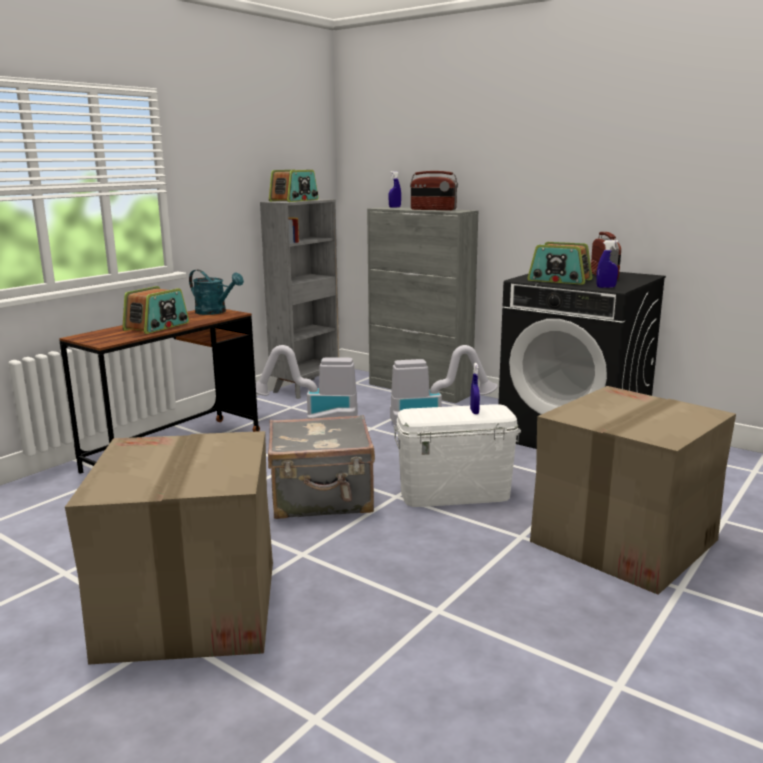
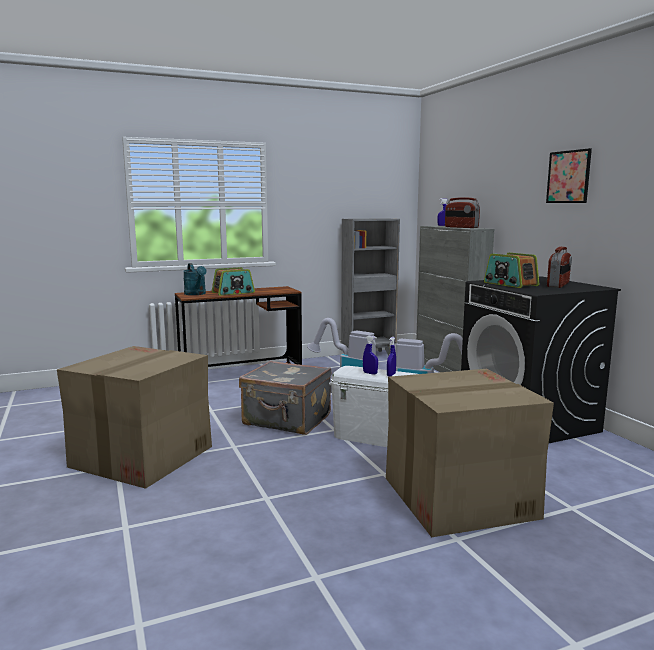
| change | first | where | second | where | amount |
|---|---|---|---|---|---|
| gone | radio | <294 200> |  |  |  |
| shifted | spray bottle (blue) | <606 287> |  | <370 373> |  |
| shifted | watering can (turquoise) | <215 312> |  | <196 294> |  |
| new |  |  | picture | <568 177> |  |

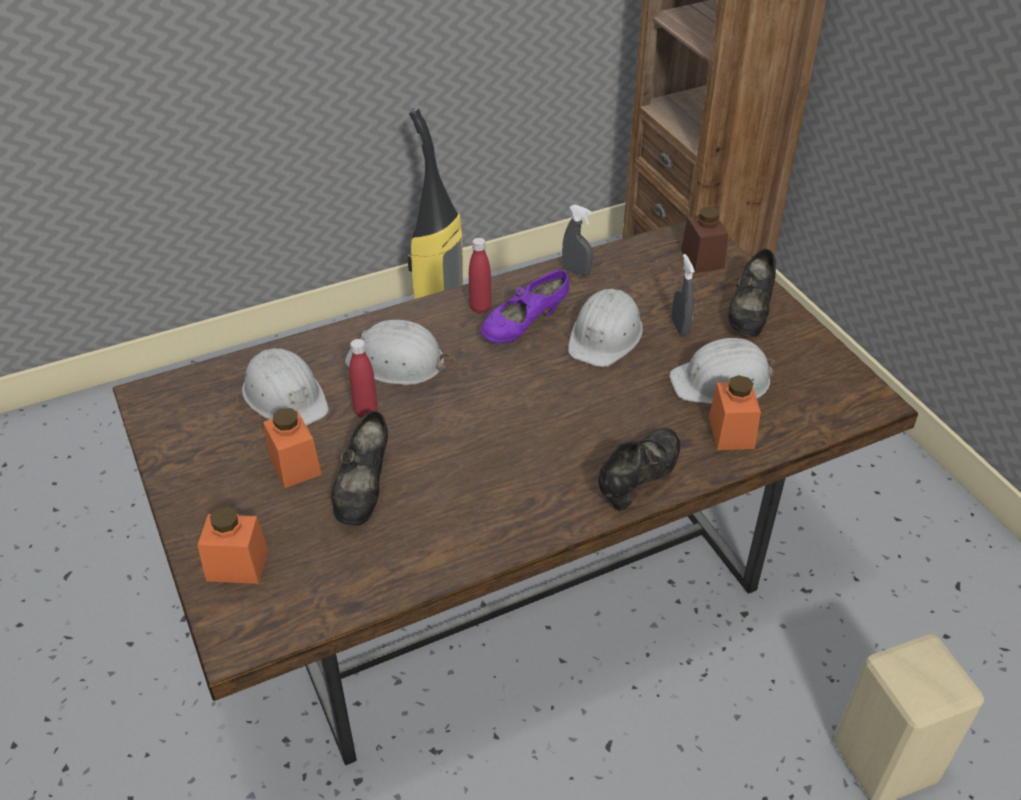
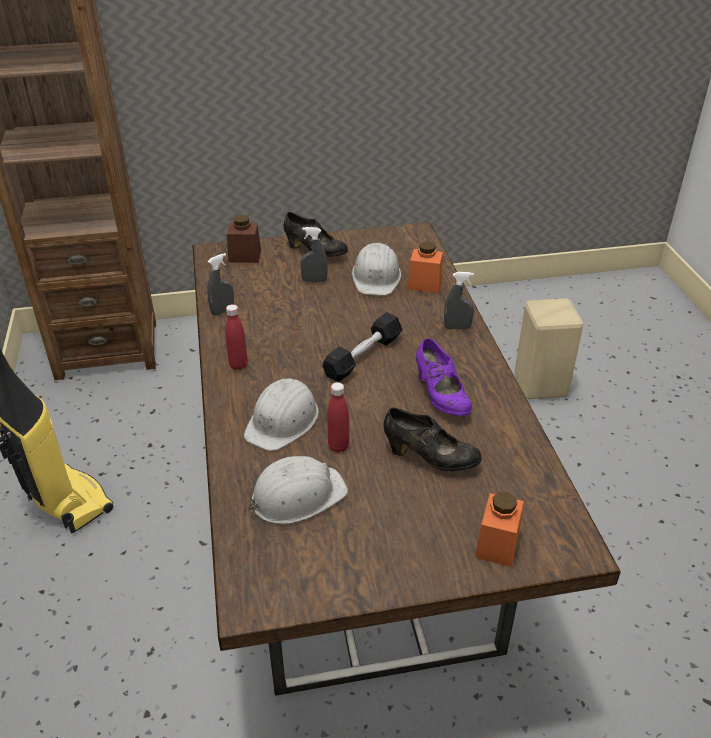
| change | first | where | second | where | amount |
|---|---|---|---|---|---|
| shifted | shoe (purple) | <524 326> |  | <440 397> |  |
| gone | hard hat (white) | <605 336> |  |  |  |
| gone | jar (orange) | <294 465> |  |  |  |
| swapped | shoe (black) | <638 480> | spray bottle (grey) | <457 328> |  |
| new |  |  | dumbbell (black) | <363 356> |  |

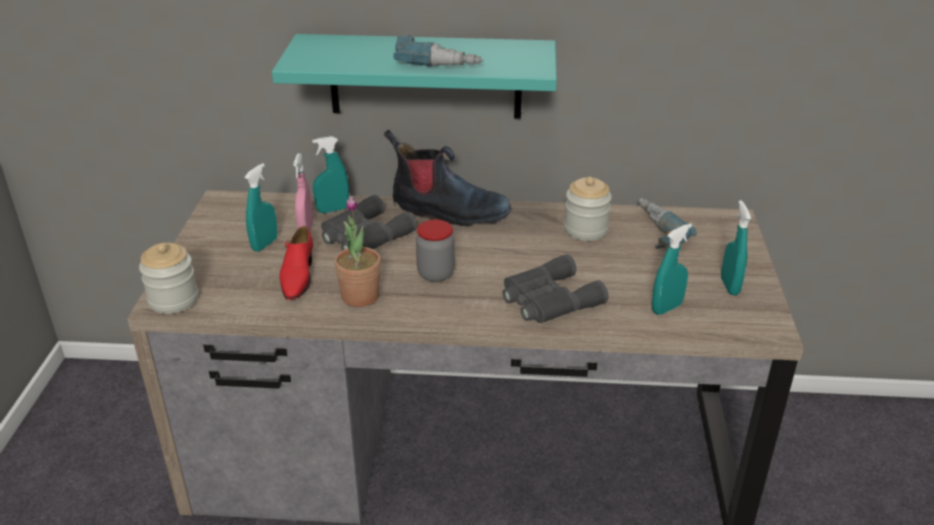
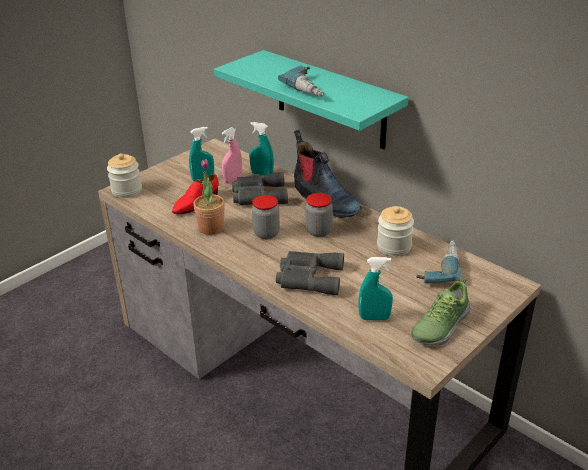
| change | first | where | second | where | amount |
|---|---|---|---|---|---|
| swapped | spray bottle (turquoise) | <729 286> | shoe | <439 326> |  |
| new |  |  | jar | <319 231> |  |

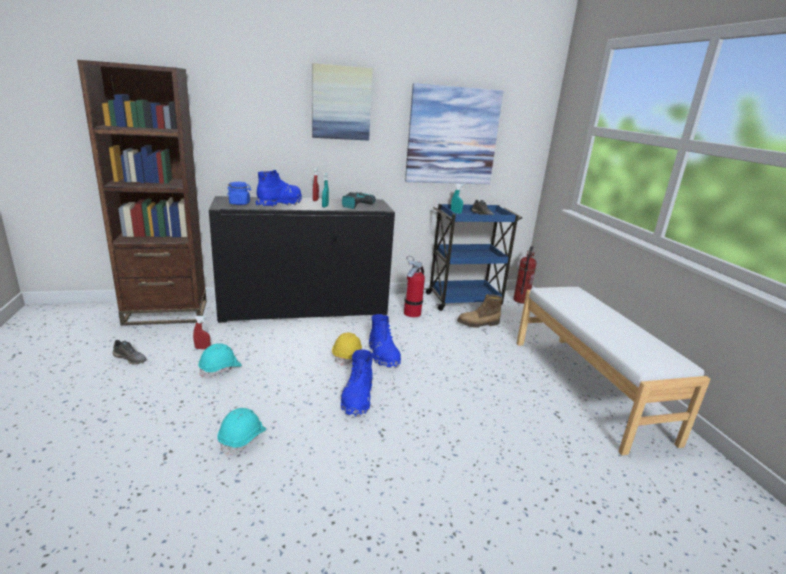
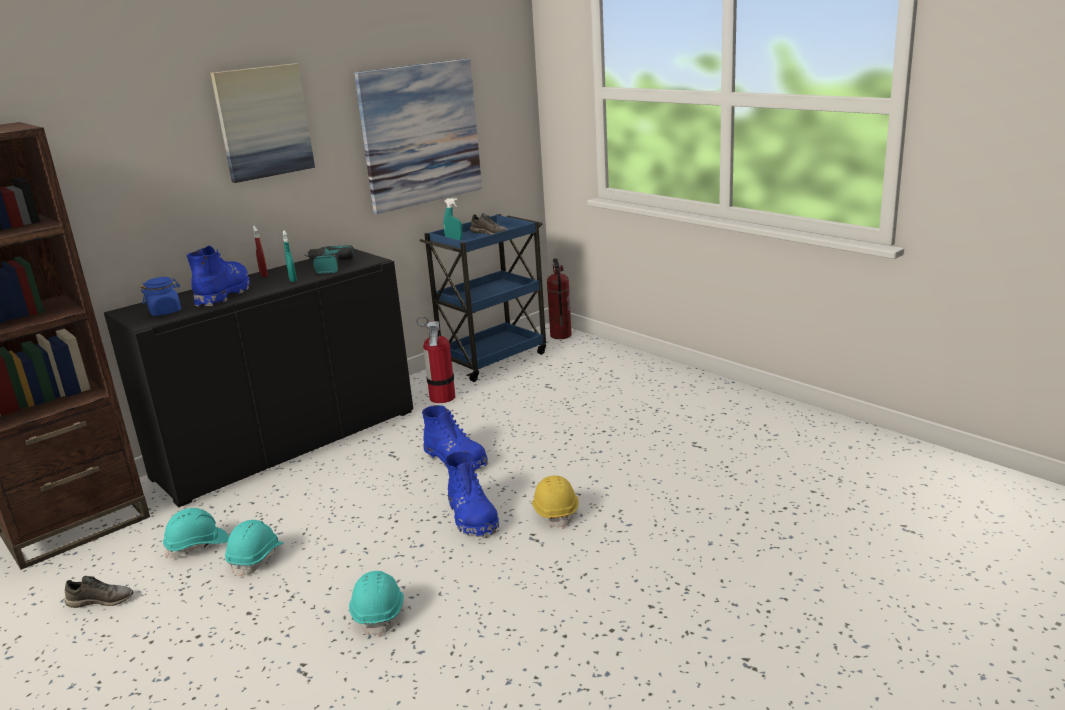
| change | first | where | second | where | amount |
|---|---|---|---|---|---|
| gone | bench (white) | <588 387> |  |  |  |
| gone | boot | <478 324> |  |  |  |
| swapped | spray bottle (red) | <202 348> | hard hat (turquoise) | <197 546> |  |
| shifted | hard hat (yellow) | <348 356> |  | <555 512> |  |

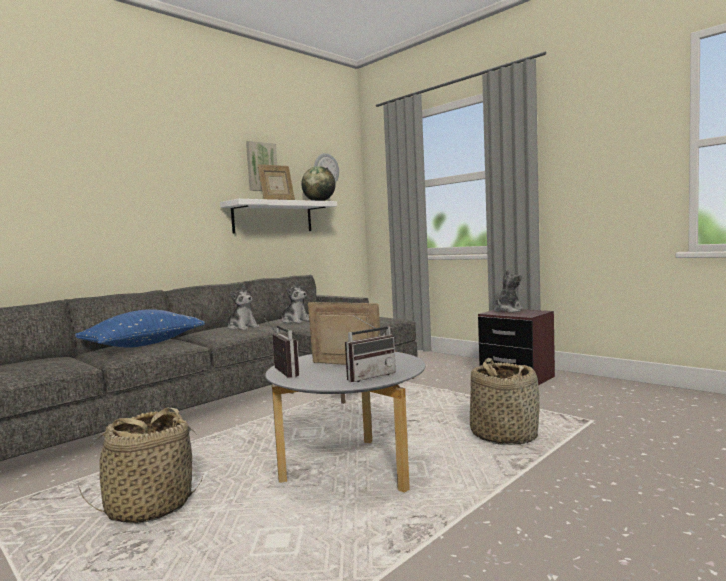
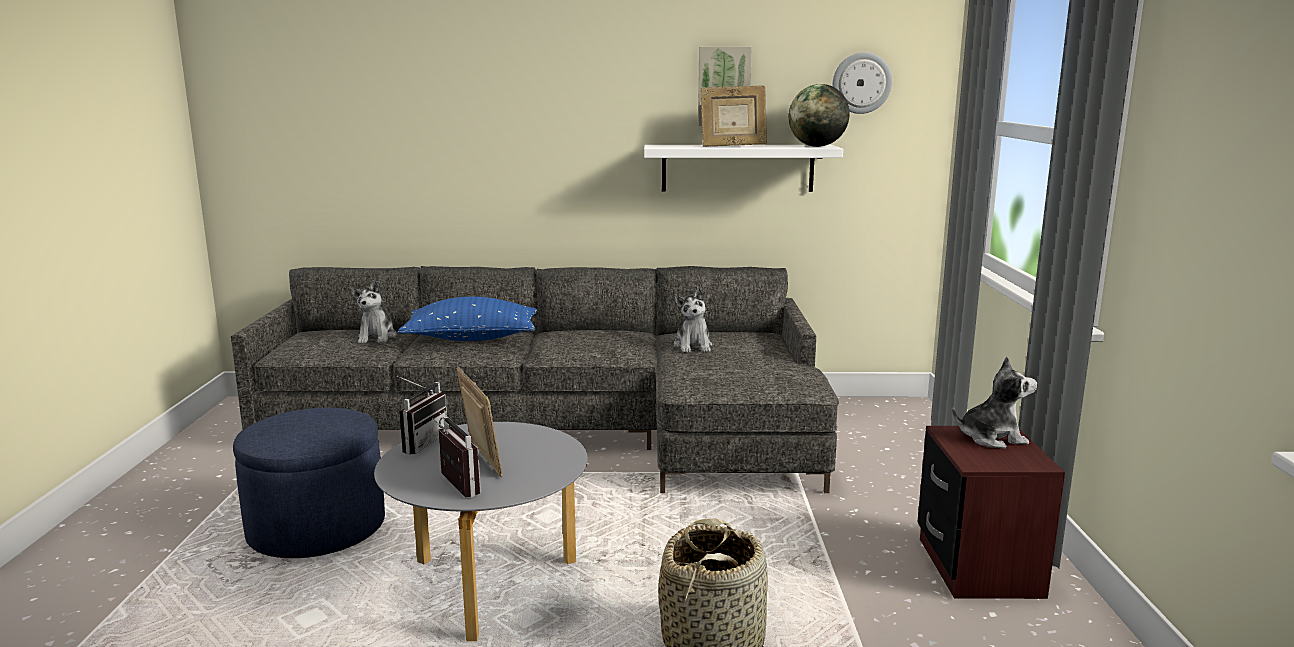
| change | first | where | second | where | amount |
|---|---|---|---|---|---|
| shifted | plush toy | <242 327> |  | <377 337> |  |
| rotated | radio | <368 376> |  | <452 486> | 135 degrees counterclockwise |
| swapped | basket | <149 506> | ottoman (blue) | <317 529> |  |

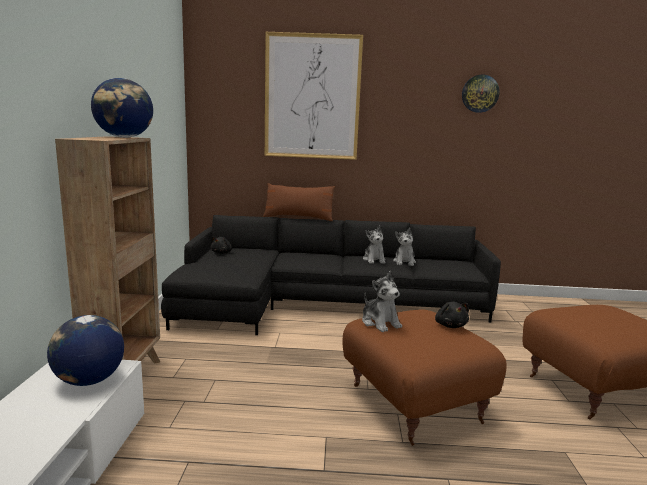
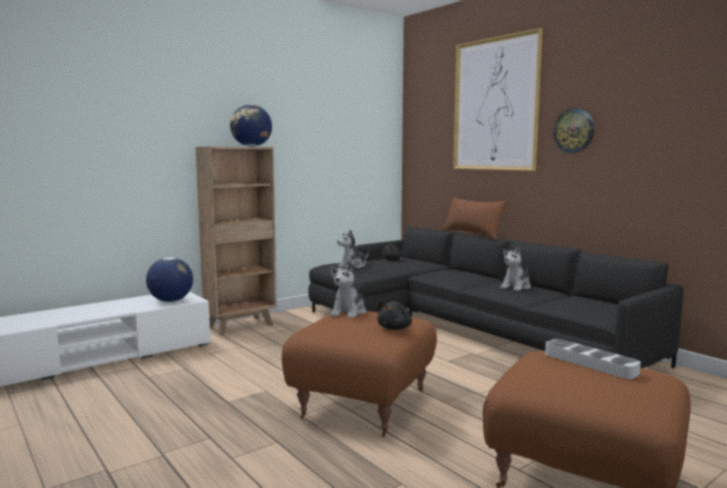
| change | first | where | second | where | amount |
|---|---|---|---|---|---|
| shifted | wall clock | <480 93> |  | <574 130> |  |
| shifted | plush toy | <404 262> |  | <352 266> |  |
| new |  |  | tray (grey) | <590 363> |  |

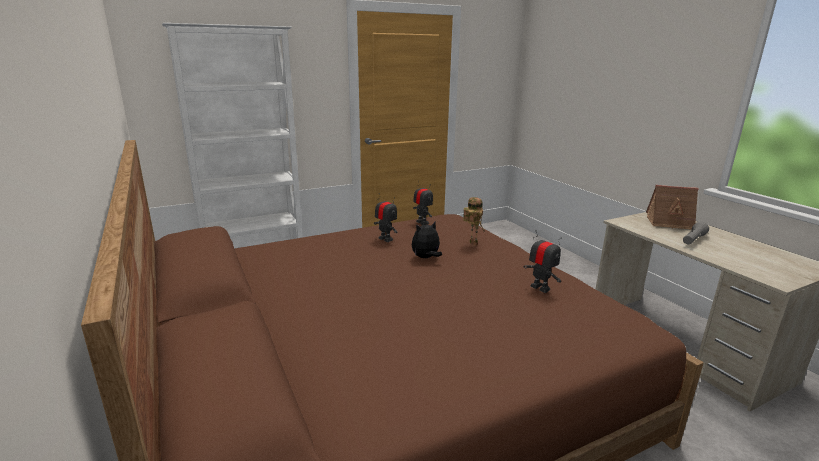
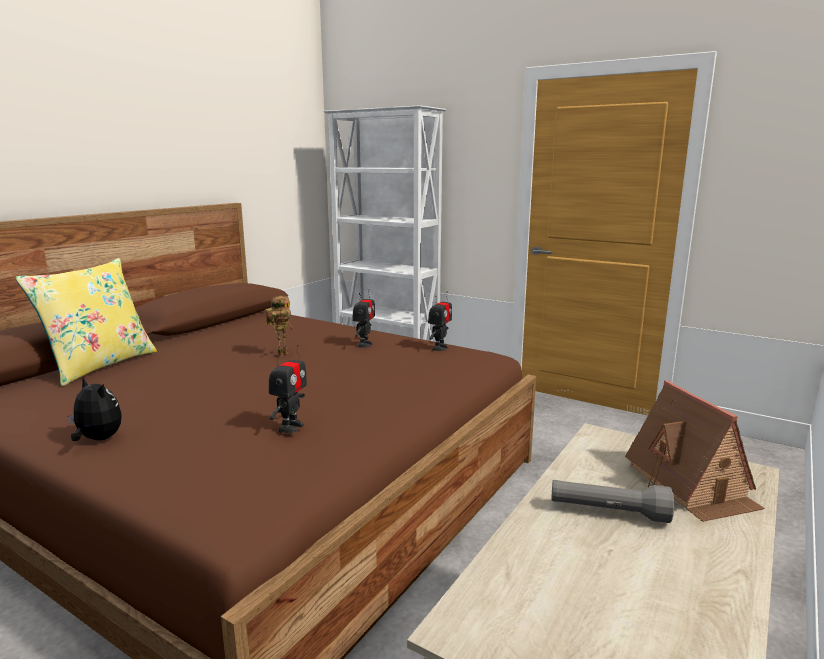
| change | first | where | second | where | amount |
|---|---|---|---|---|---|
| shifted | toy robot | <472 243> |  | <282 353> |  |
| shifted | plush toy | <426 258> |  | <98 439> |  |
| new |  |  | pillow (yellow) | <100 365> |  |

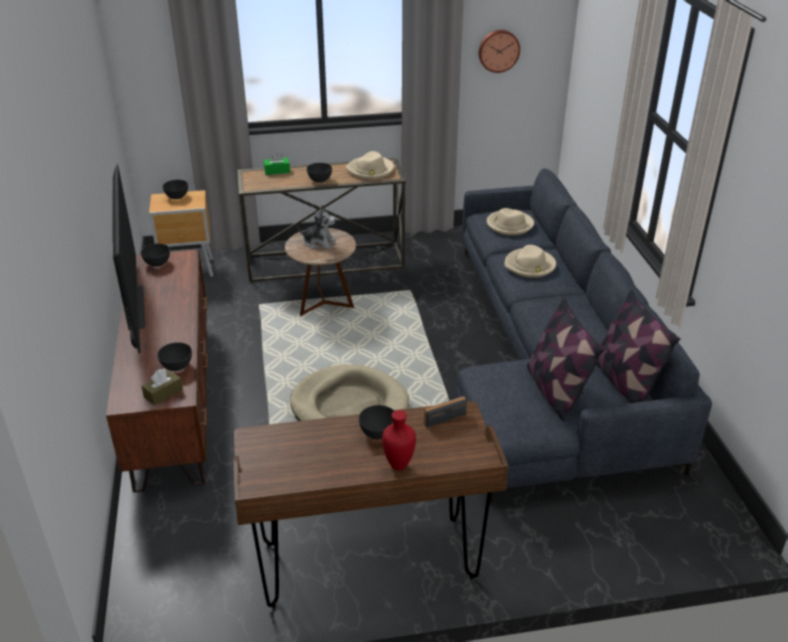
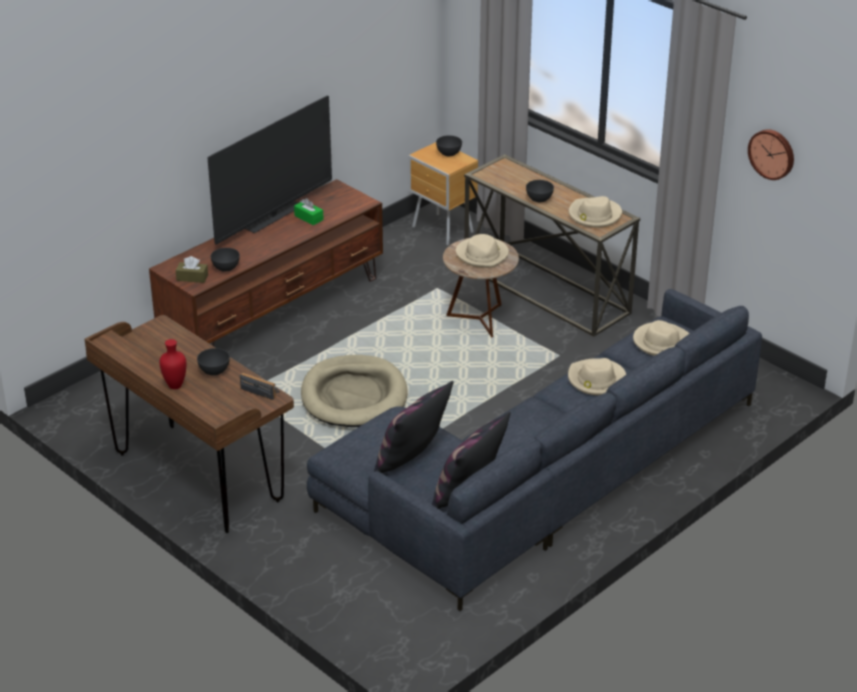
| change | first | where | second | where | amount |
|---|---|---|---|---|---|
| shifted | tissue box (green) | <277 171> |  | <309 218> |  |
| swapped | plush toy | <319 243> | hat (beige) | <482 255> |  |
| gone | bowl (grey) | <157 263> |  |  |  |

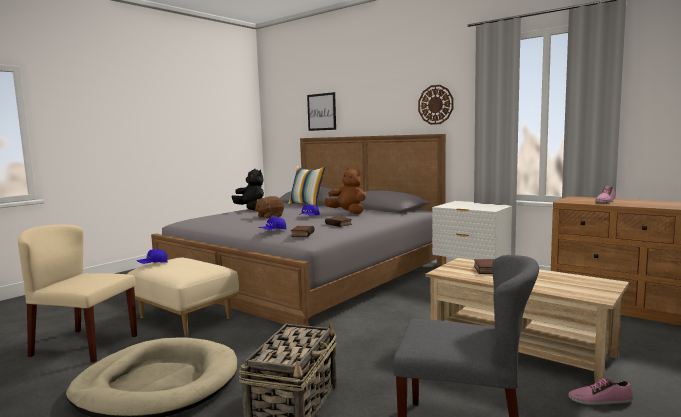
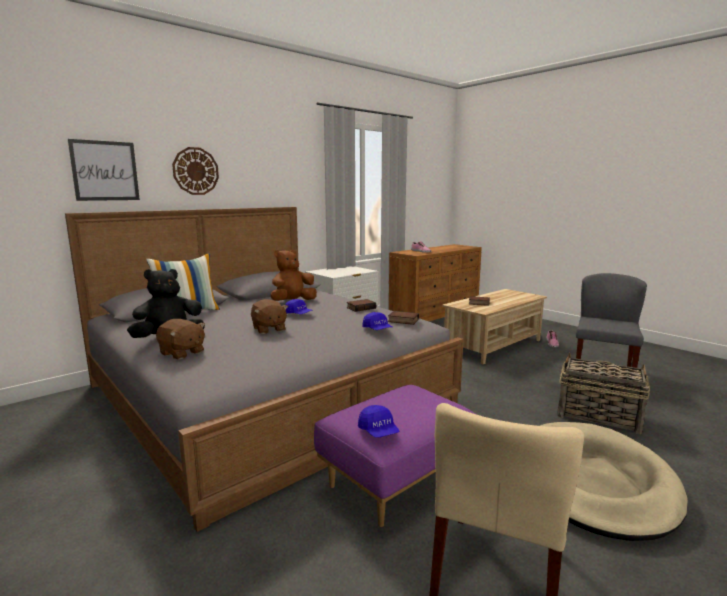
| change | first | where | second | where | amount |
|---|---|---|---|---|---|
| shifted | wall clock | <435 104> |  | <195 171> |  |
| repainted | ottoman (beige) | <186 317> | ottoman (purple) | <396 479> |  |
| new |  |  | plush toy (brown) | <182 353> |  |

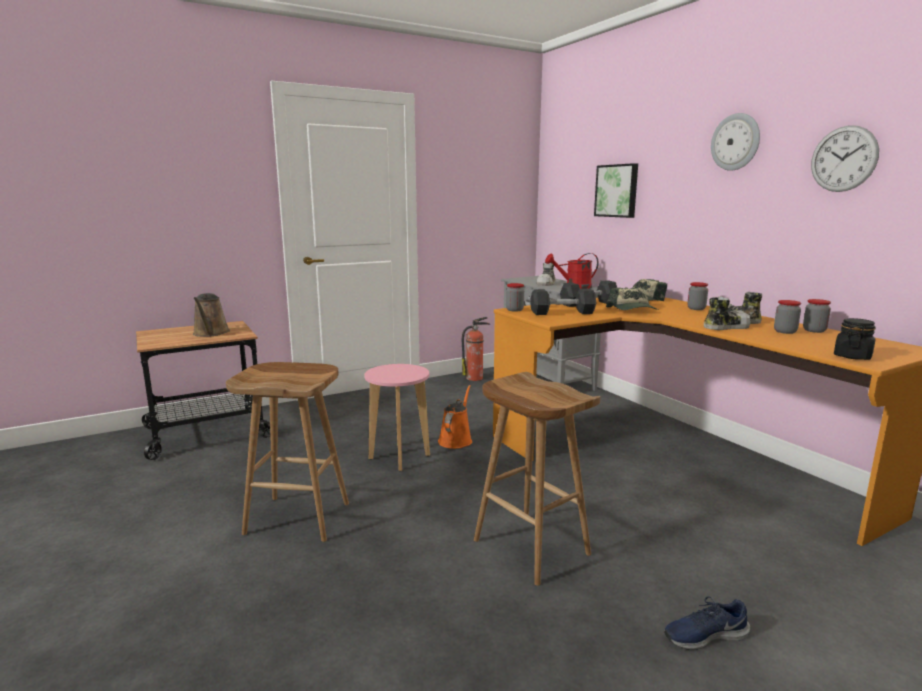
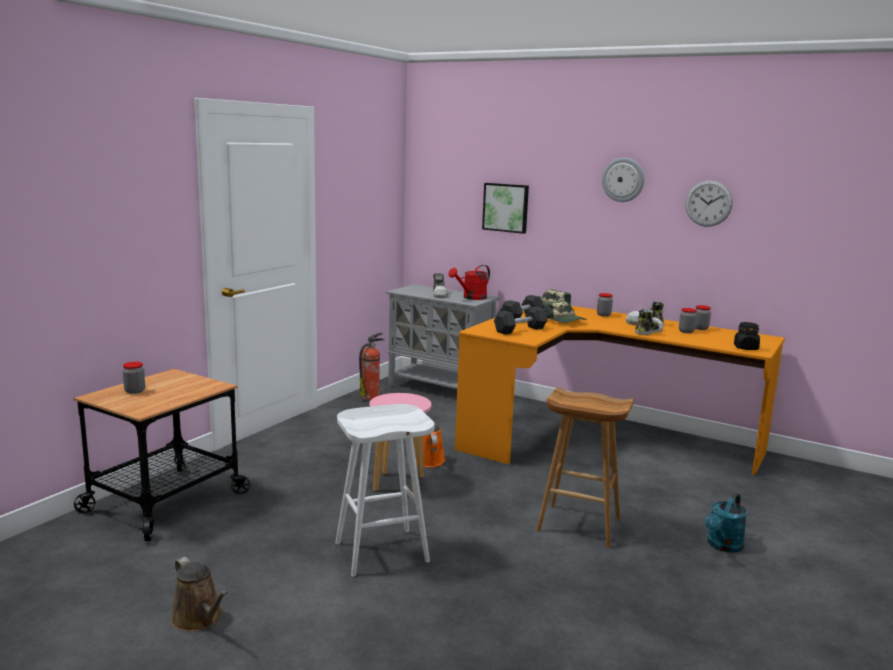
| change | first | where | second | where | amount |
|---|---|---|---|---|---|
| shifted | jar | <514 310> |  | <135 391> |  |
| shifted | watering can (brown) | <210 333> |  | <199 619> |  |
| repainted | stool (brown) | <299 517> | stool (white) | <382 551> |  |
| swapped | shoe (blue) | <704 635> | watering can (turquoise) | <722 546> |  |

